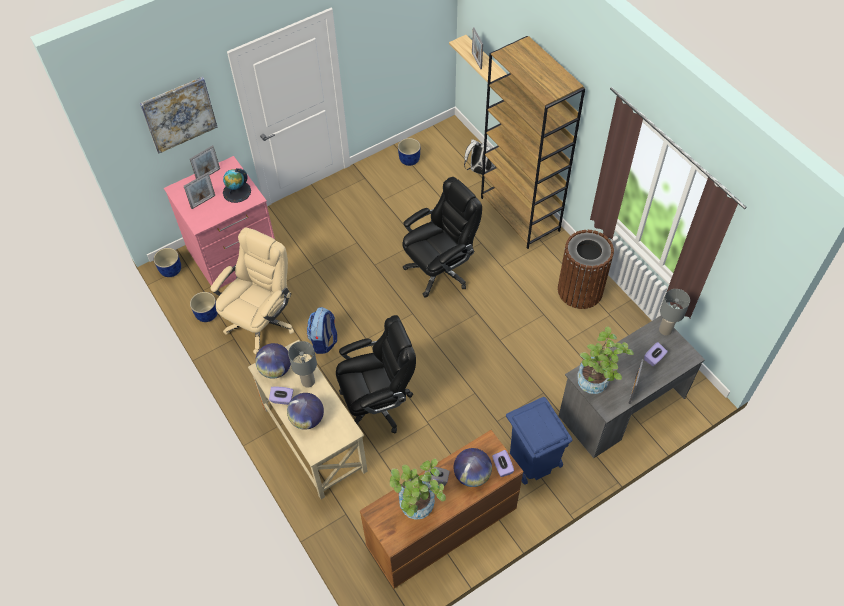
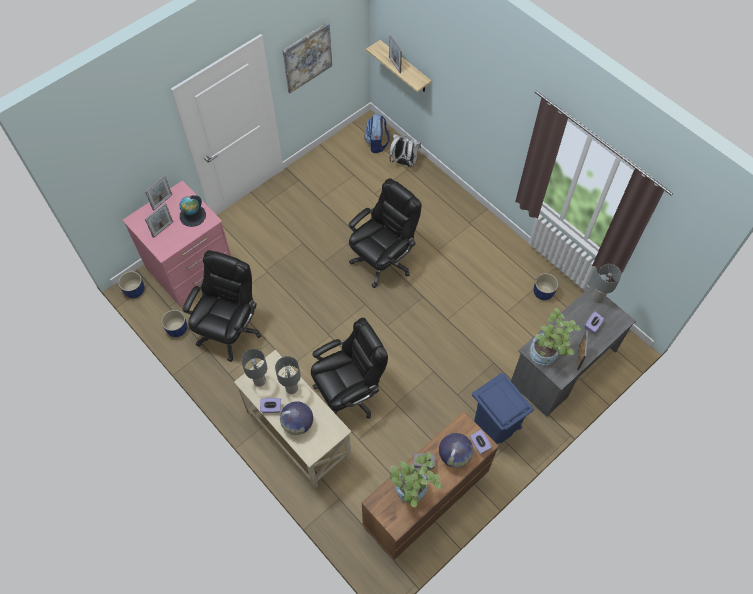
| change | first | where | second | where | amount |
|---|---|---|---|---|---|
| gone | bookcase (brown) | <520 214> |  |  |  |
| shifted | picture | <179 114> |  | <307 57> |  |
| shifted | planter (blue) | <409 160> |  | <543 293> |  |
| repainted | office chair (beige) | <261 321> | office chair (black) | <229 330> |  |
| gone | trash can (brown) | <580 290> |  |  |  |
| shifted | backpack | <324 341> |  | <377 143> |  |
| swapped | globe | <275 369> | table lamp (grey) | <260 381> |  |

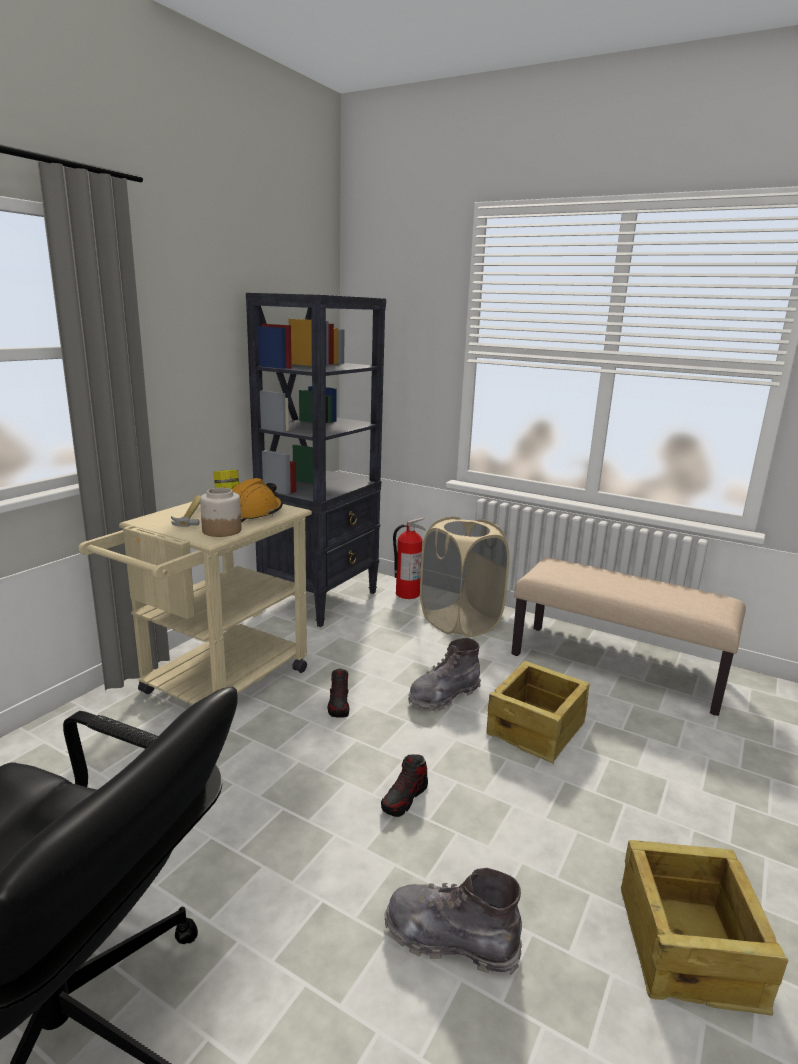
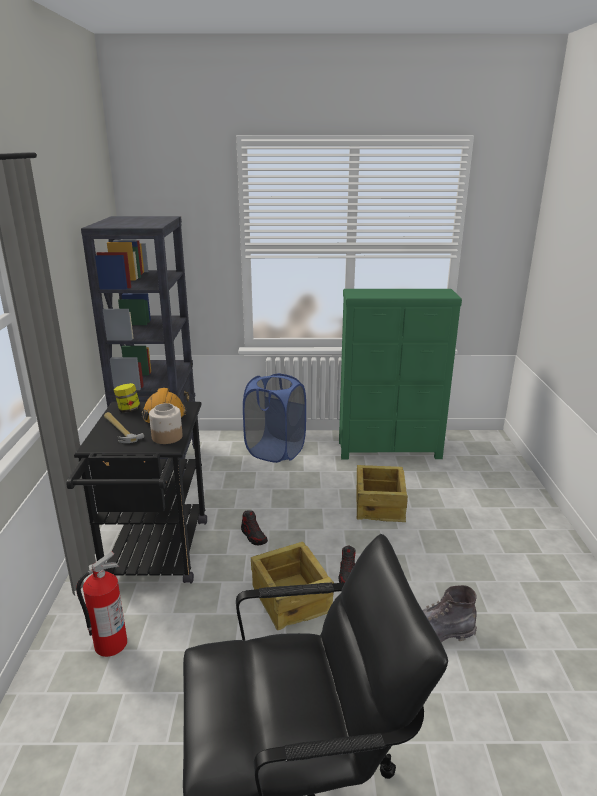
| change | first | where | second | where | amount |
|---|---|---|---|---|---|
| repainted | cart (beige) | <215 687> | cart (black) | <154 558> |  |
| shifted | fire extinguisher | <407 594> |  | <110 644> |  |
| repainted | laundry basket (beige) | <459 622> | laundry basket (blue) | <275 451> |  |
| swapped | bench (beige) | <617 667> | dresser (green) | <390 451> |  |
| gone | boot (grey) | <443 696> |  |  |  |
| shifted | crate | <689 946> |  | <291 598> |  |

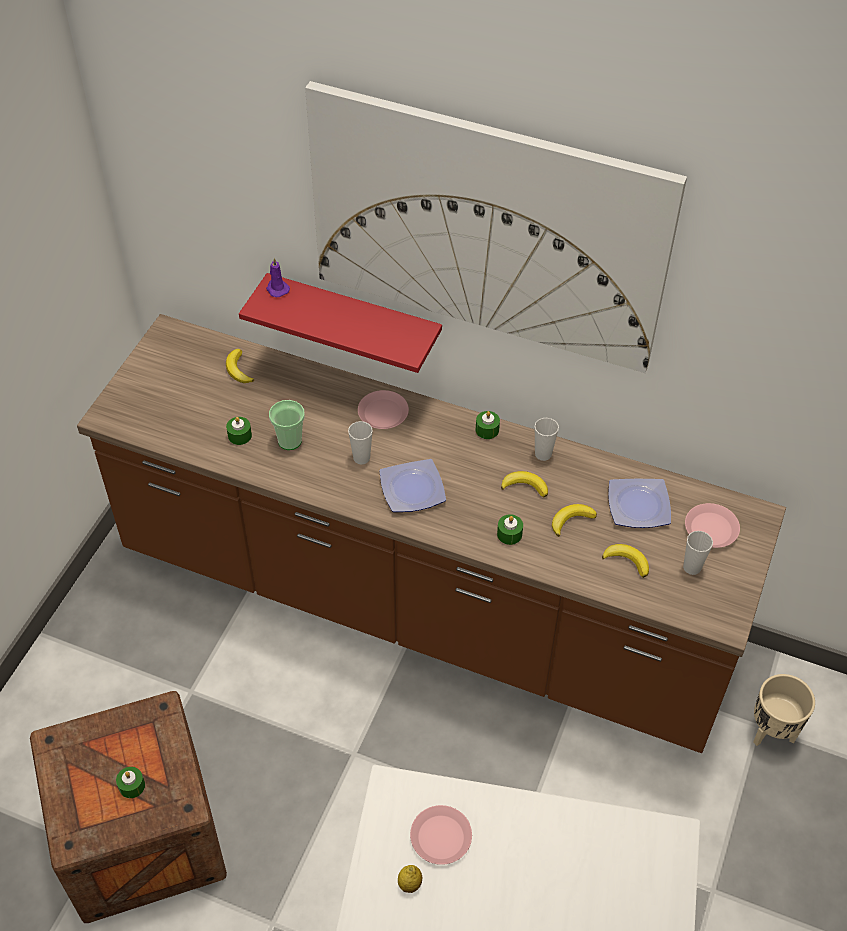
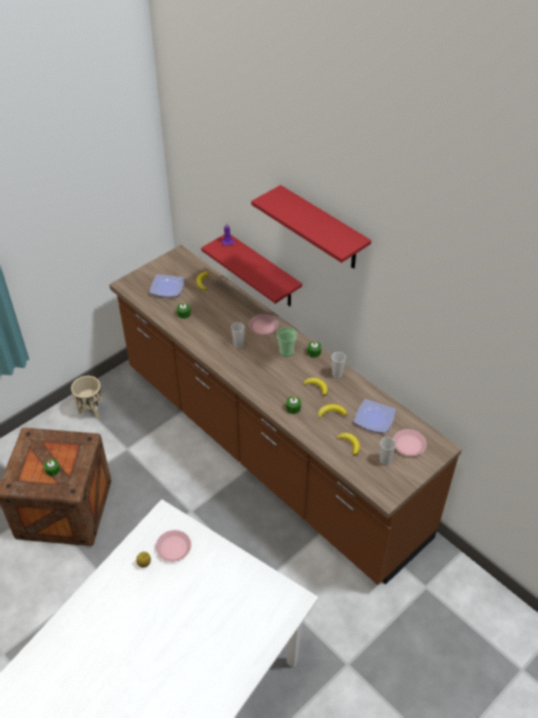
| change | first | where | second | where | amount |
|---|---|---|---|---|---|
| swapped | picture | <486 229> | shelf (red) | <323 229> |  |
| shifted | cup | <289 441> |  | <286 351> |  |
| shifted | plate | <413 490> |  | <167 288> |  |
| shifted | planter (beige) | <771 731> |  | <91 411> |  |

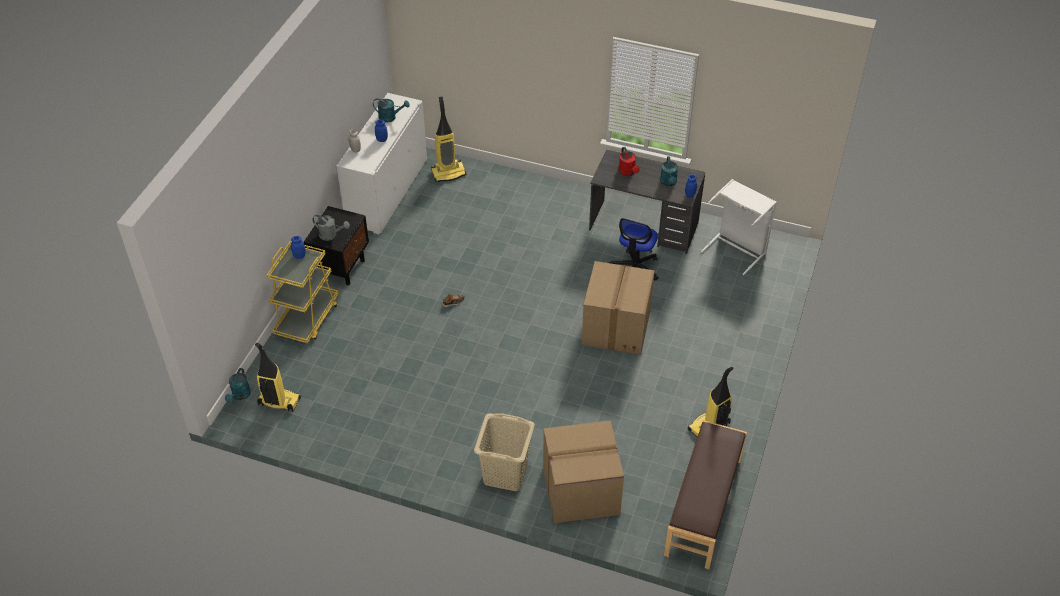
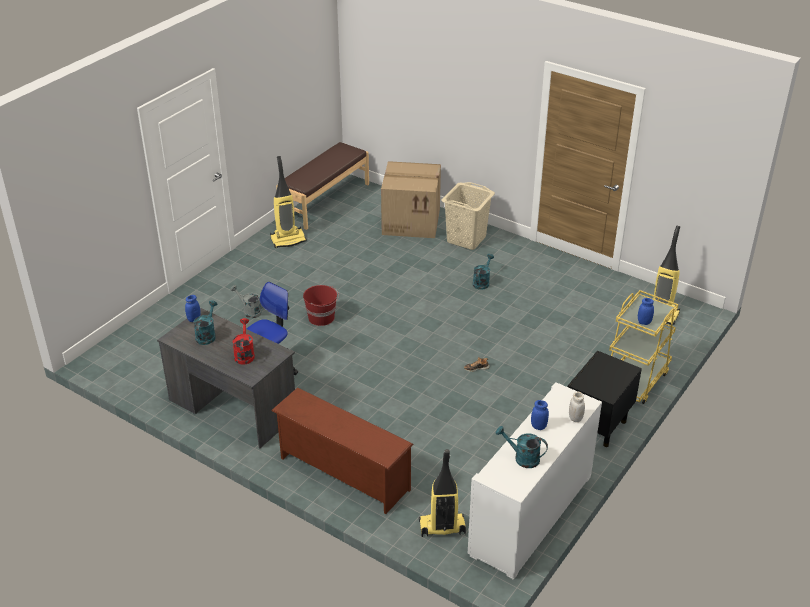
| change | first | where | second | where | amount |
|---|---|---|---|---|---|
| gone | laundry basket (white) | <737 249> |  |  |  |
| shifted | watering can (grey) | <331 235> |  | <249 311> |  |
| swapped | cardboard box | <617 328> | bucket (red) | <322 317> |  |
| shifted | watering can (turquoise) | <240 395> |  | <482 282> |  |
| new |  |  | shoe rack (brown) | <342 474> |  |

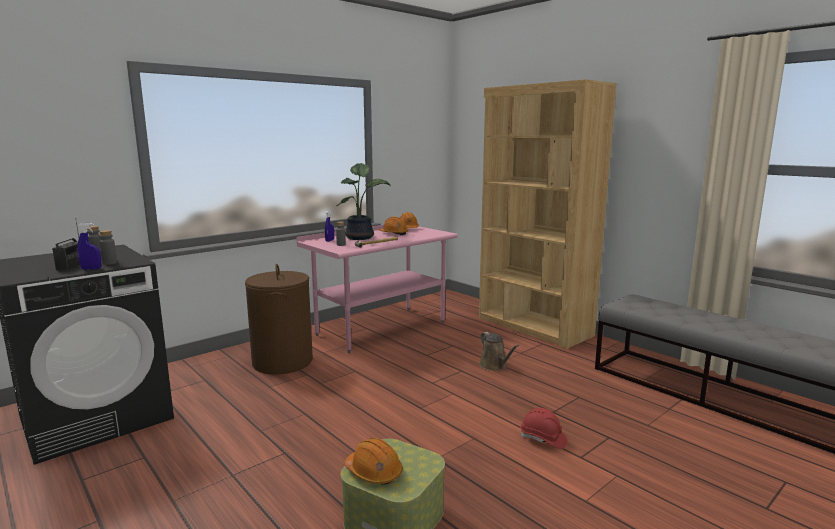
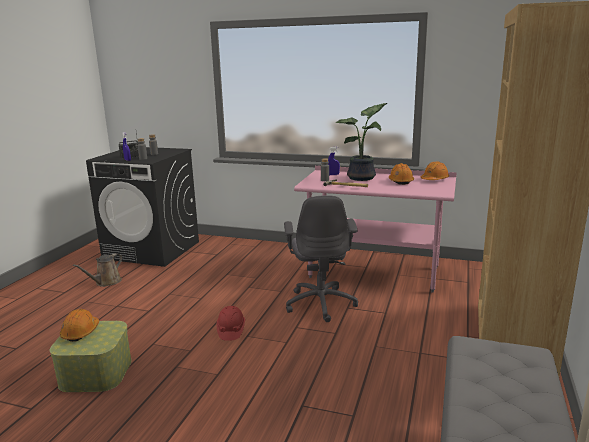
| change | first | where | second | where | amount |
|---|---|---|---|---|---|
| gone | laundry basket (brown) | <283 362> |  |  |  |
| shifted | watering can (brown) | <495 366> |  | <106 282> |  |
| shifted | hard hat (red) | <543 439> |  | <231 330> |  |
| new |  |  | office chair (grey) | <321 303> |  |

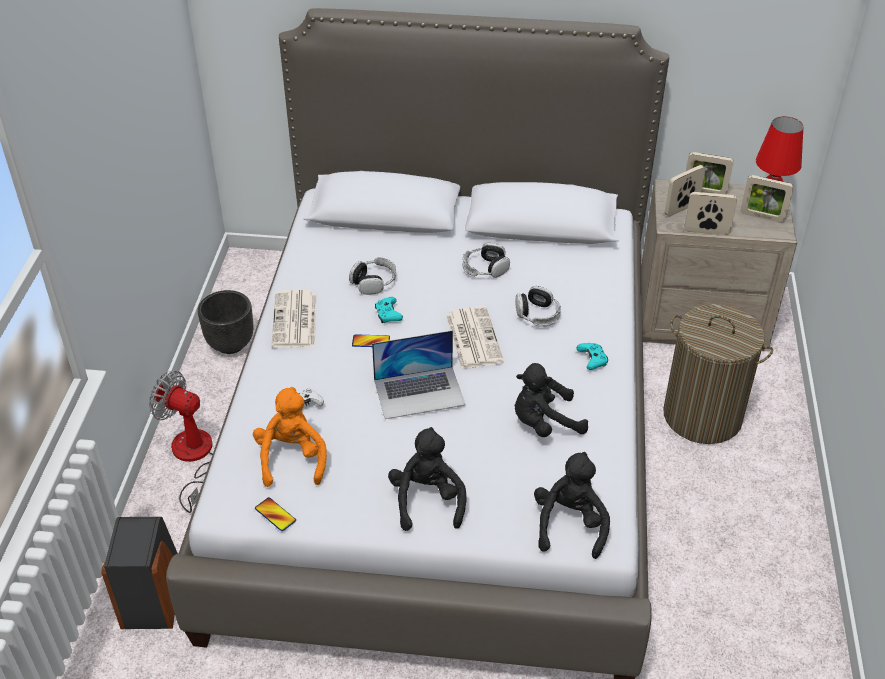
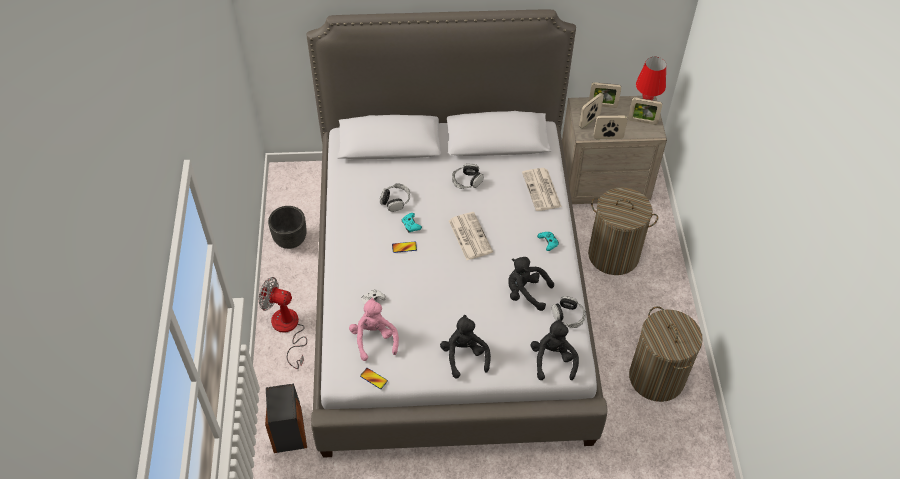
| change | first | where | second | where | amount |
|---|---|---|---|---|---|
| shifted | headphones | <537 314> |  | <568 316> |  |
| shifted | newspaper | <295 321> |  | <542 190> |  |
| gone | laptop | <419 392> |  |  |  |
| rotated | plush toy (black) | <544 423> |  | <526 292> | 45 degrees clockwise |
| repainted | plush toy (orange) | <292 458> | plush toy (pink) | <374 338> |  |
| new |  |  | laundry basket | <656 377> |  |

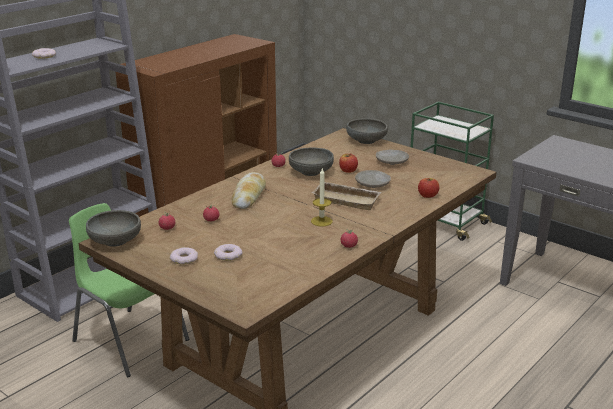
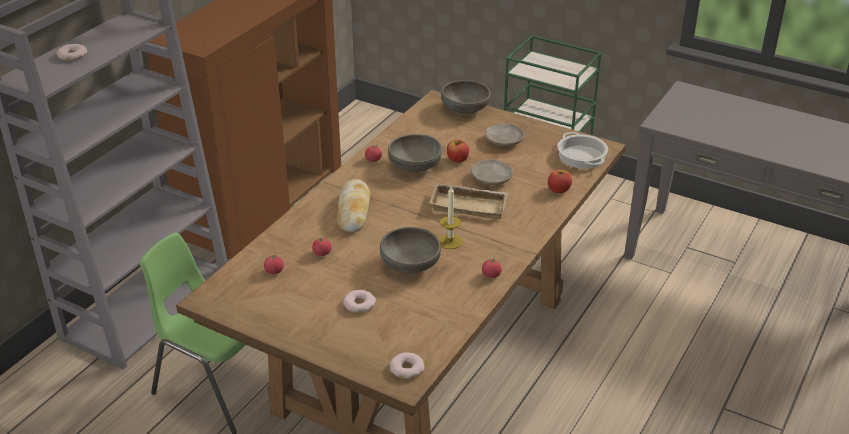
| change | first | where | second | where | amount |
|---|---|---|---|---|---|
| shifted | bowl (grey) | <115 241> |  | <410 264> |  |
| shifted | donut | <184 259> |  | <407 368> |  |
| new |  |  | cooking pot | <581 156> |  |

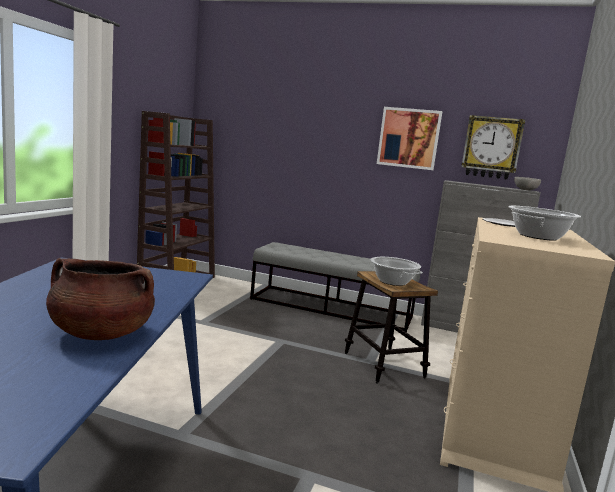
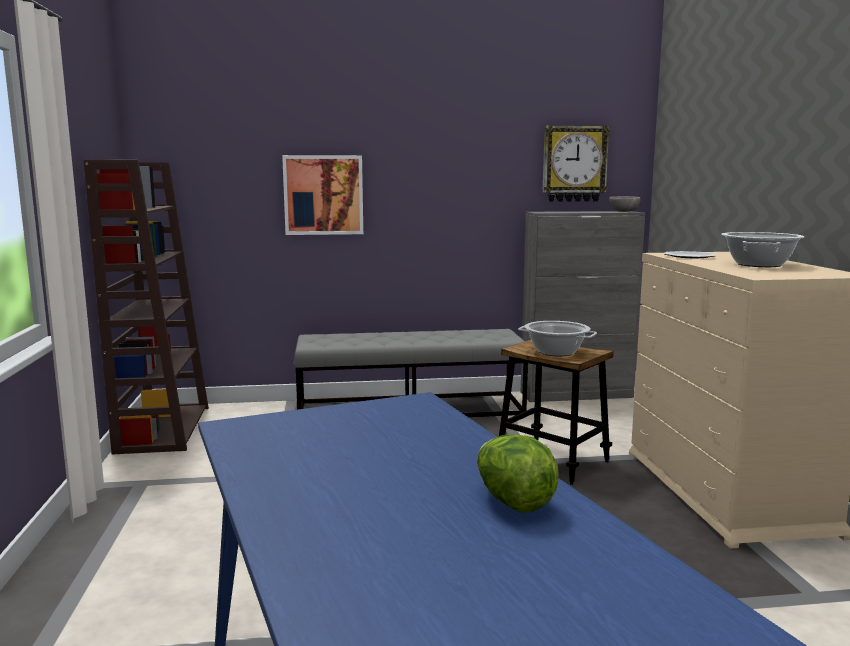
| change | first | where | second | where | amount |
|---|---|---|---|---|---|
| shifted | picture | <408 138> |  | <323 195> |  |
| swapped | cooking pot (brown) | <100 333> | lettuce | <512 501> |  |

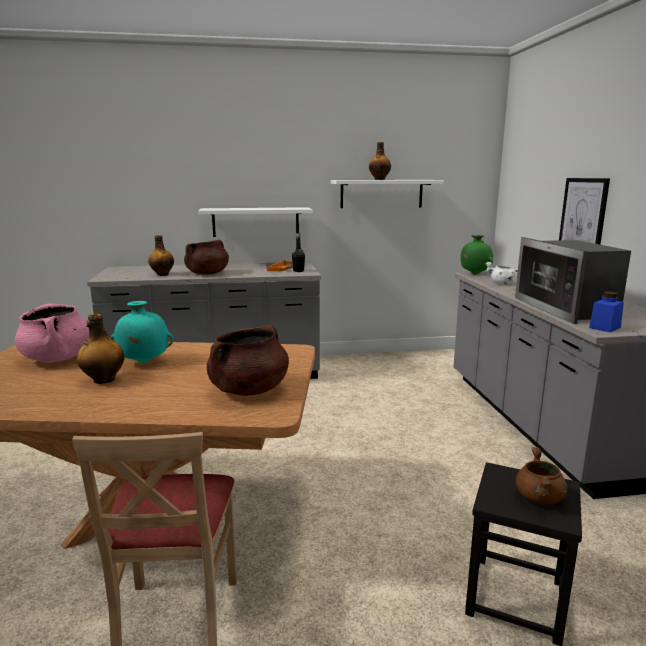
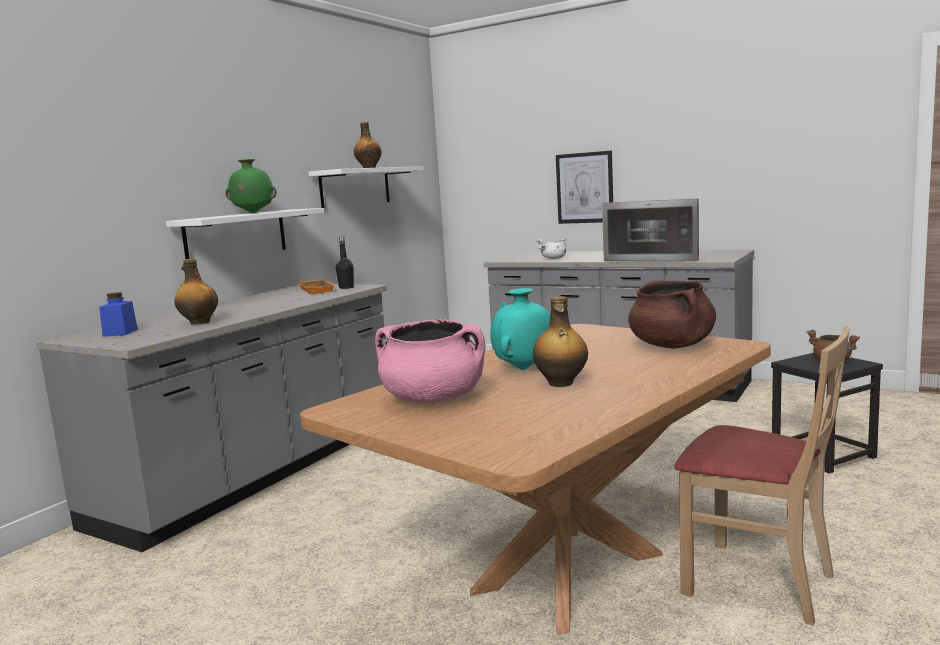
| change | first | where | second | where | amount |
|---|---|---|---|---|---|
| shifted | vase (green) | <474 274> |  | <253 213> |  |
| gone | cooking pot (brown) | <207 273> |  |  |  |
| shifted | jar (blue) | <604 327> |  | <120 333> |  |

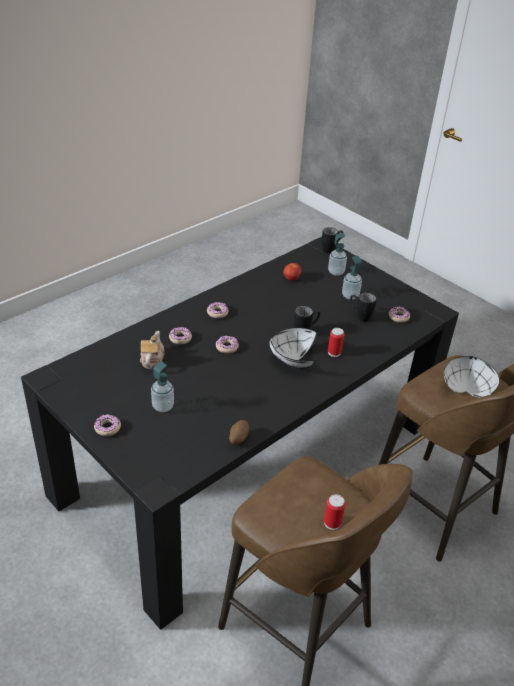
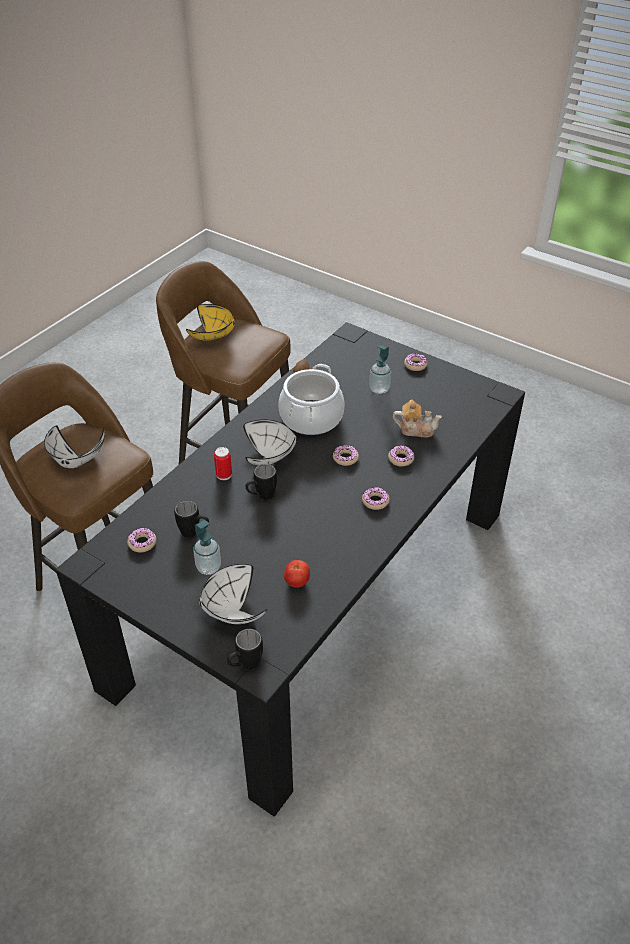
| change | first | where | second | where | amount |
|---|---|---|---|---|---|
| swapped | soap dispenser | <336 272> | bowl (white) | <232 612> |  |
| rotated | teapot | <152 360> |  | <416 429> | 75 degrees counterclockwise |
| swapped | can | <332 522> | bowl (yellow) | <214 336> |  |
| new |  |  | cooking pot | <311 418> |  |

